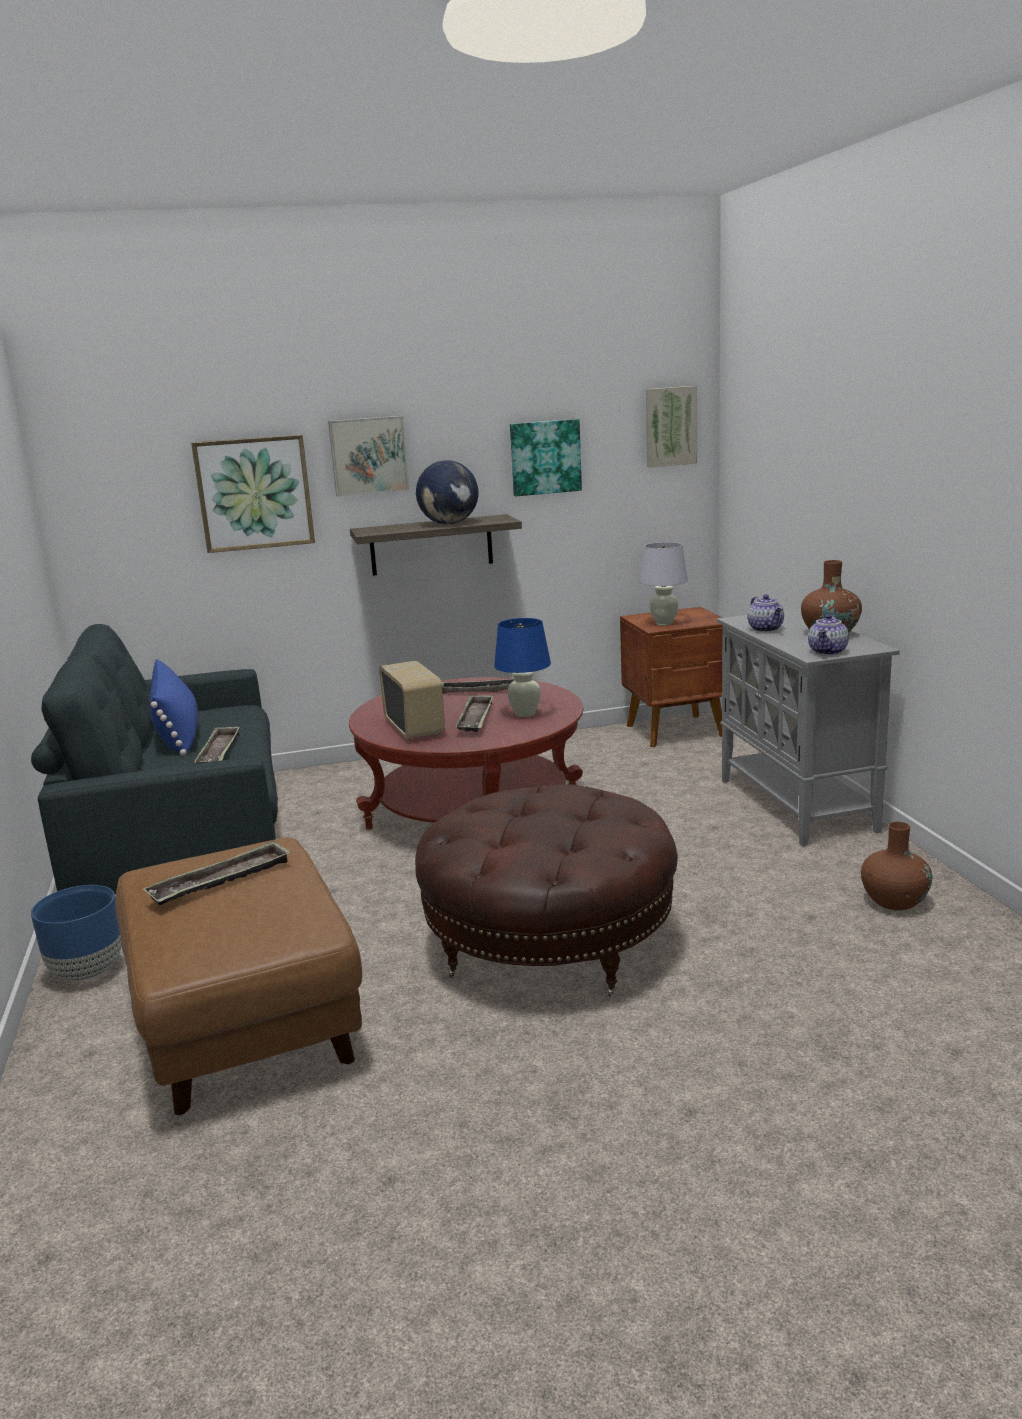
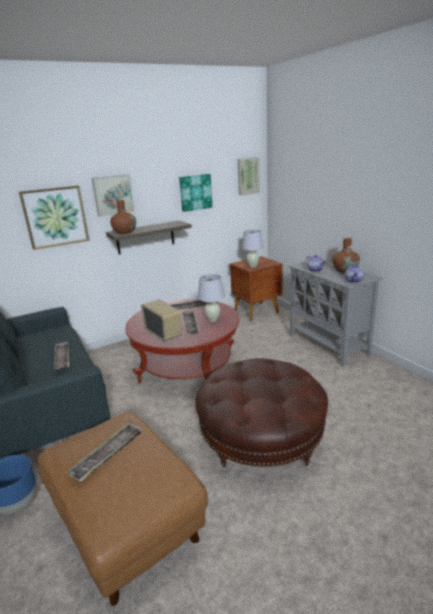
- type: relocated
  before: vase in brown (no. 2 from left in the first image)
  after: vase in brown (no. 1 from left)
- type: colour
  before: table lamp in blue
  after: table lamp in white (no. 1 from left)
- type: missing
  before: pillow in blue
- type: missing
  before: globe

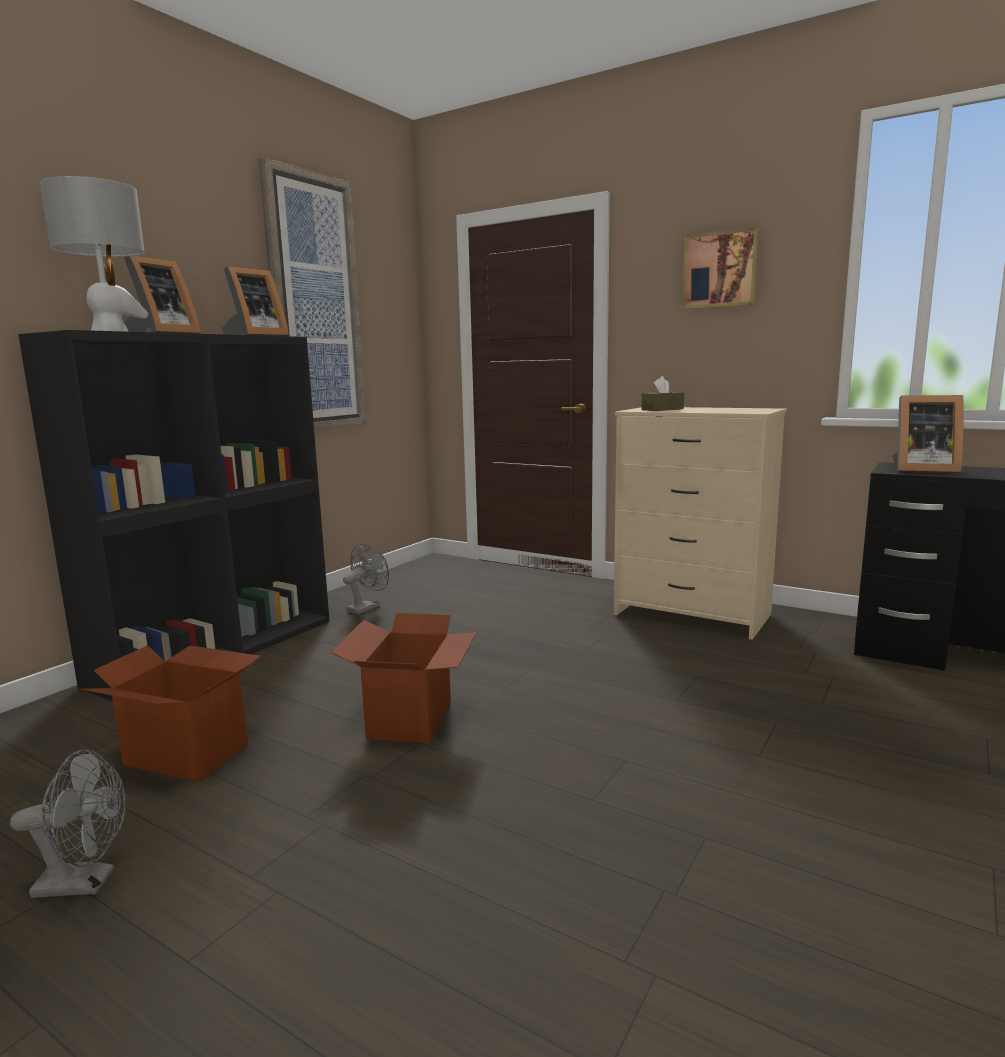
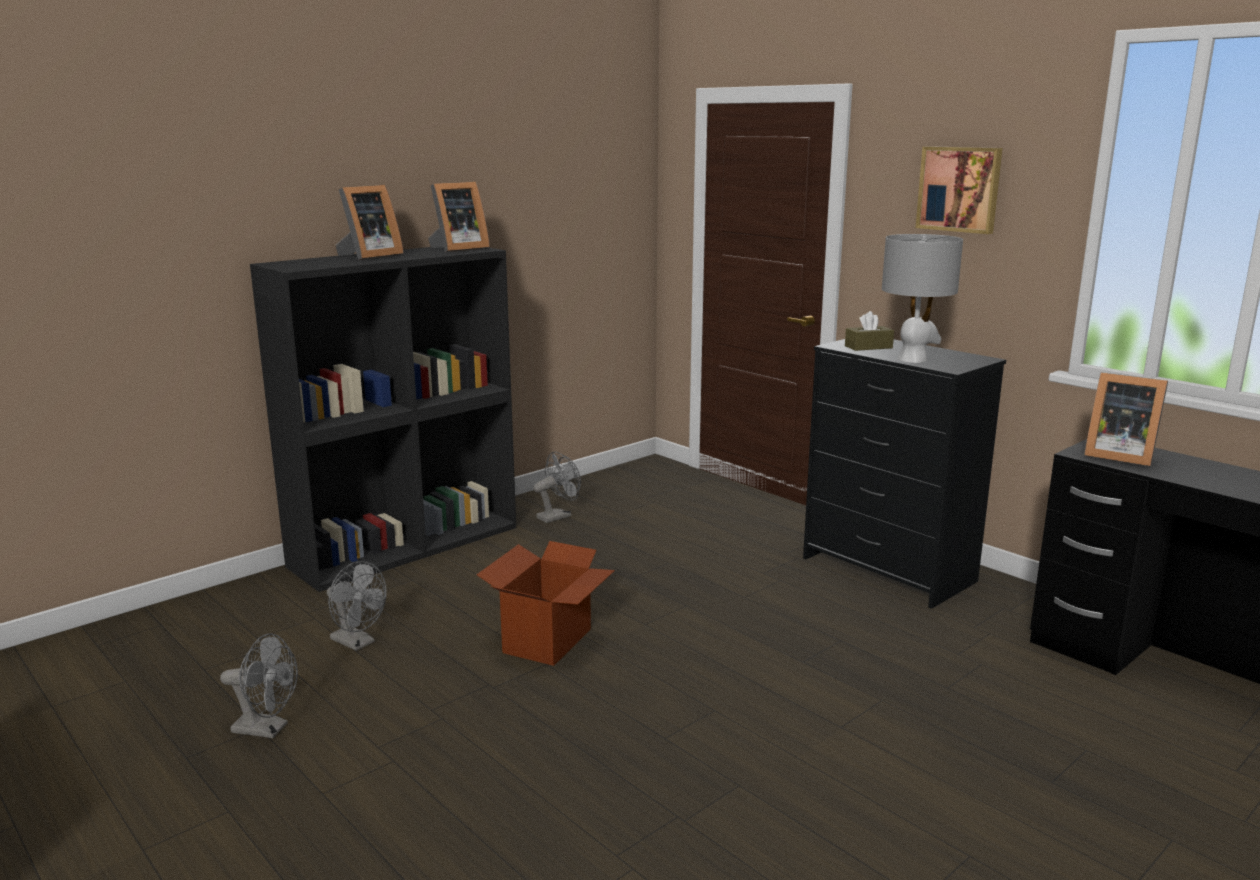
- type: exchanged
  before: cardboard box (no. 1 from left)
  after: fan in grey (no. 2 from left)
- type: colour
  before: dresser in beige
  after: dresser in black
- type: relocated
  before: table lamp in grey
- type: missing
  before: picture (no. 1 from left)

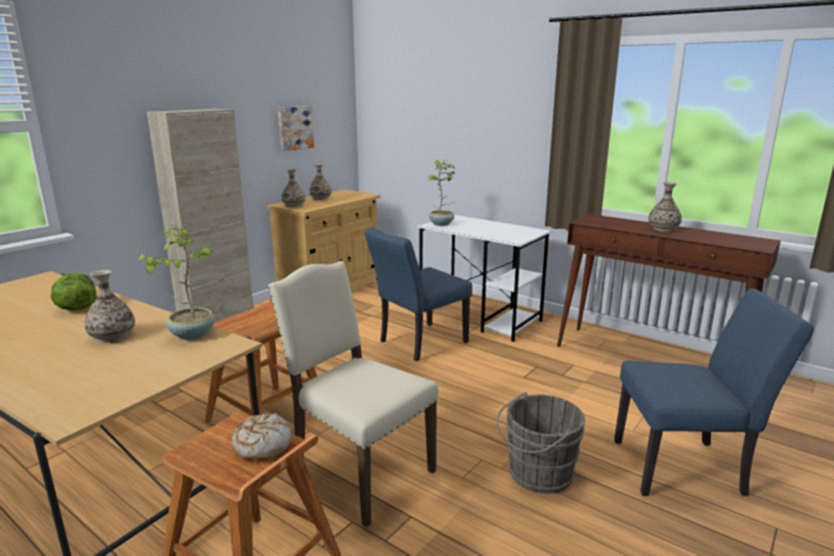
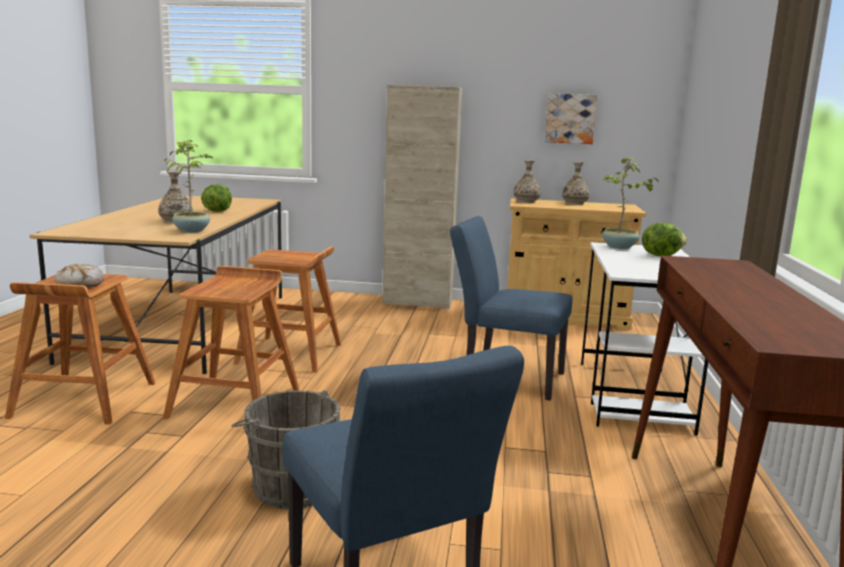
- type: exchanged
  before: chair in beige
  after: stool in brown (no. 2 from left)
- type: appeared
  after: lettuce (no. 2 from left)
- type: missing
  before: vase (no. 4 from left)

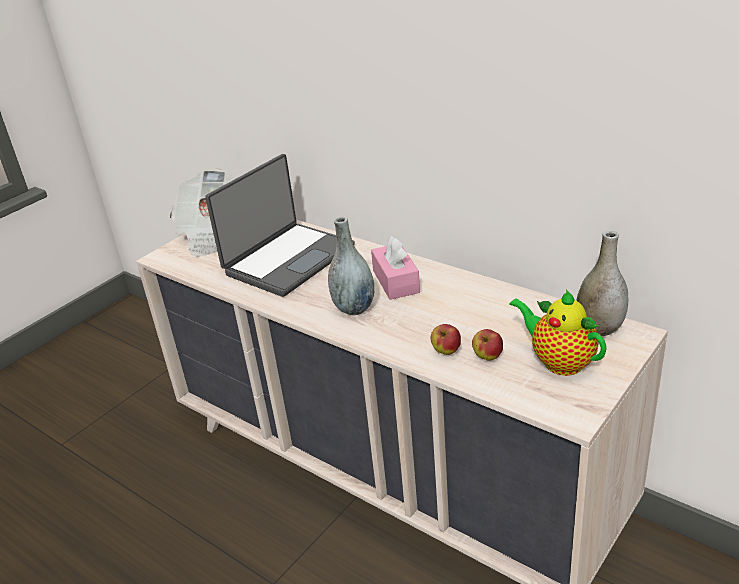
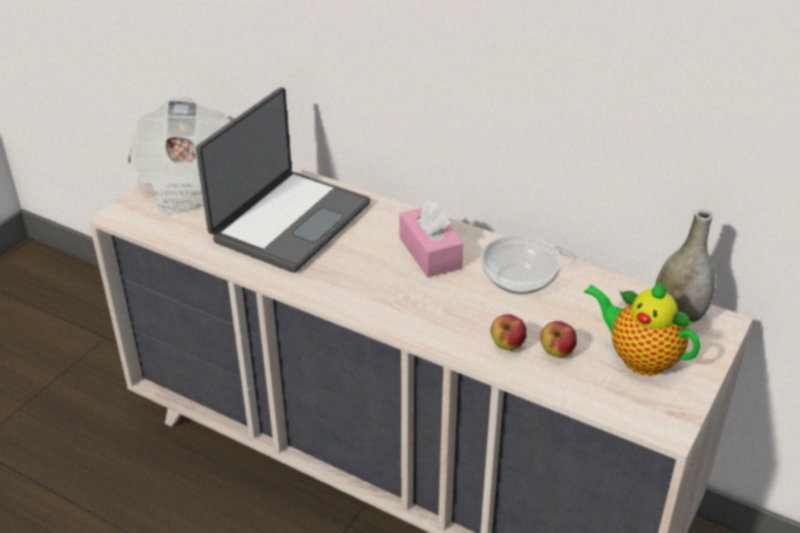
- type: appeared
  after: bowl
- type: missing
  before: vase in grey (no. 1 from left)

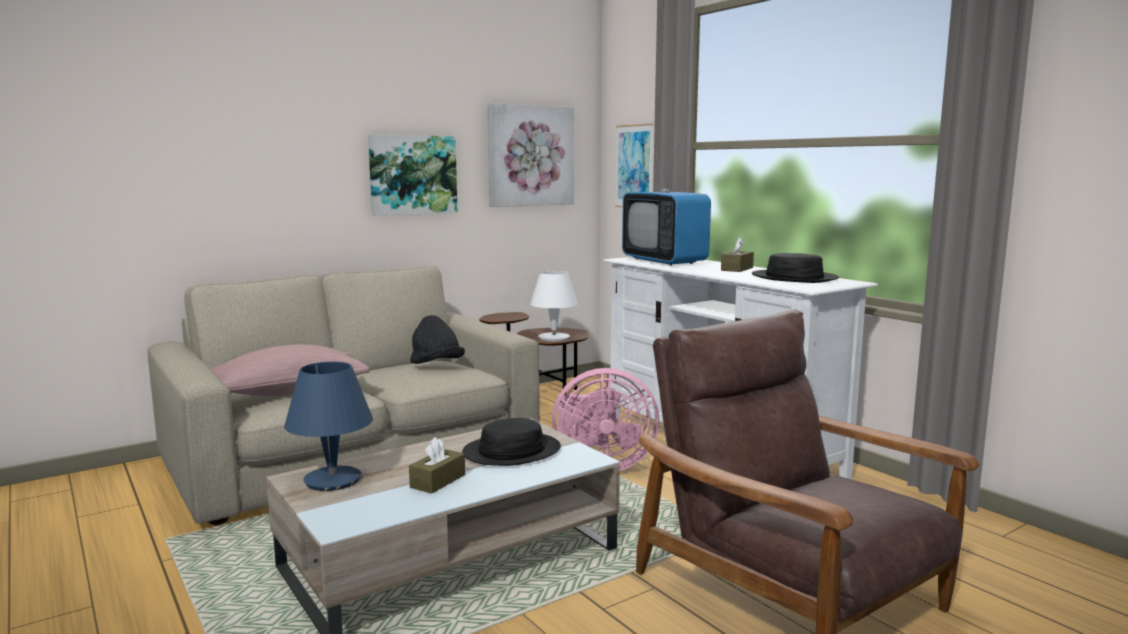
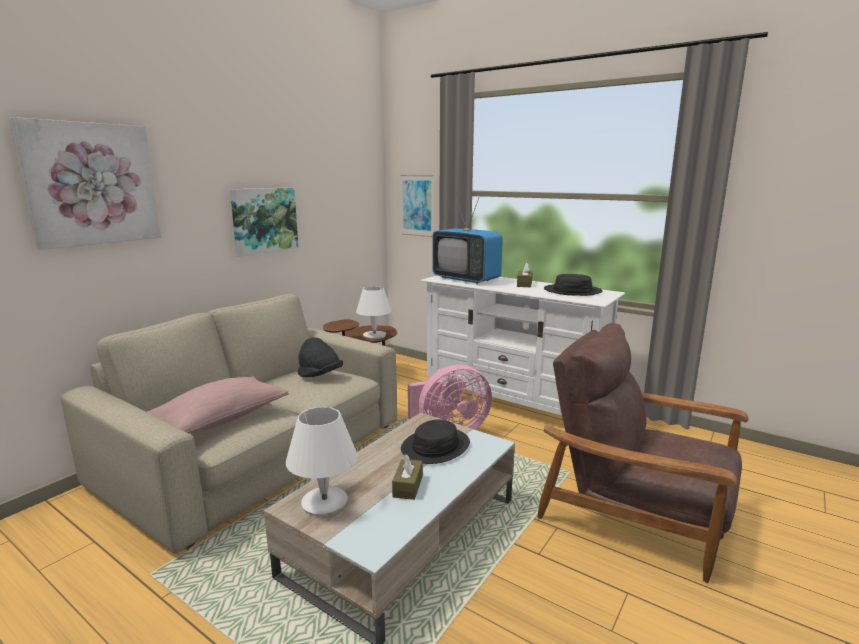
- type: relocated
  before: picture (no. 2 from left in the first image)
  after: picture (no. 1 from left)
- type: colour
  before: table lamp in blue
  after: table lamp in white (no. 1 from left)

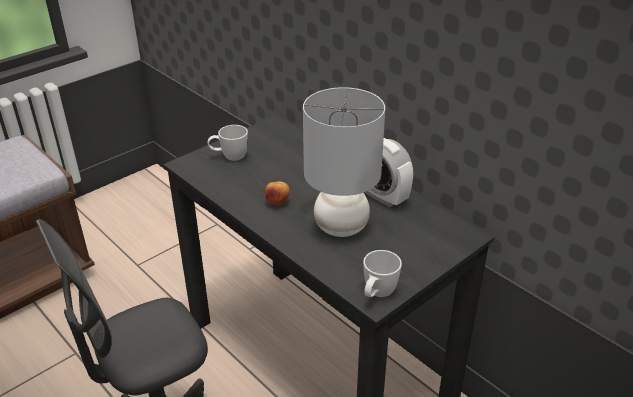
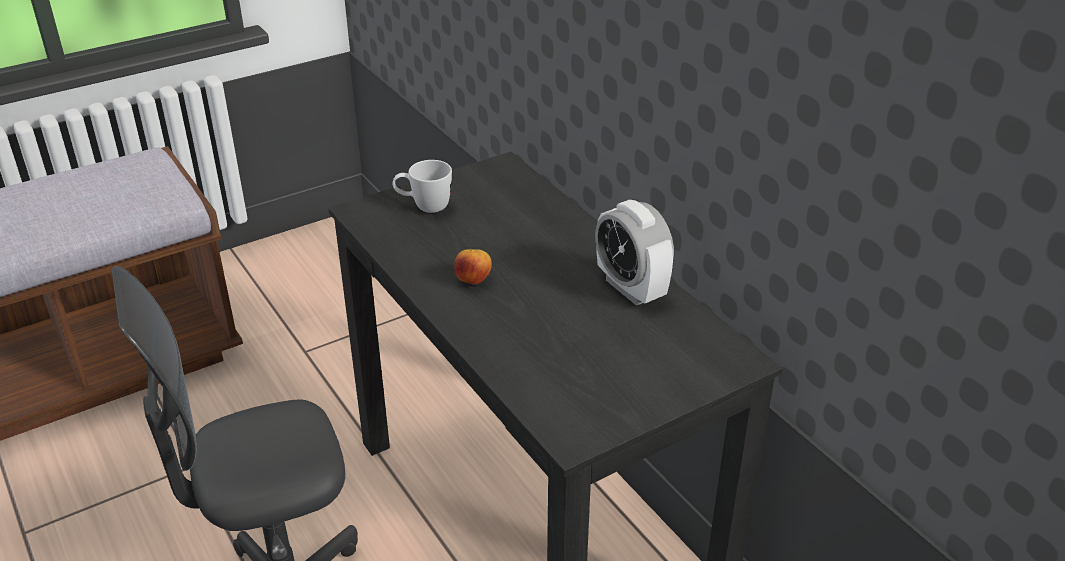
- type: missing
  before: table lamp in grey
- type: missing
  before: mug in white (no. 2 from left)

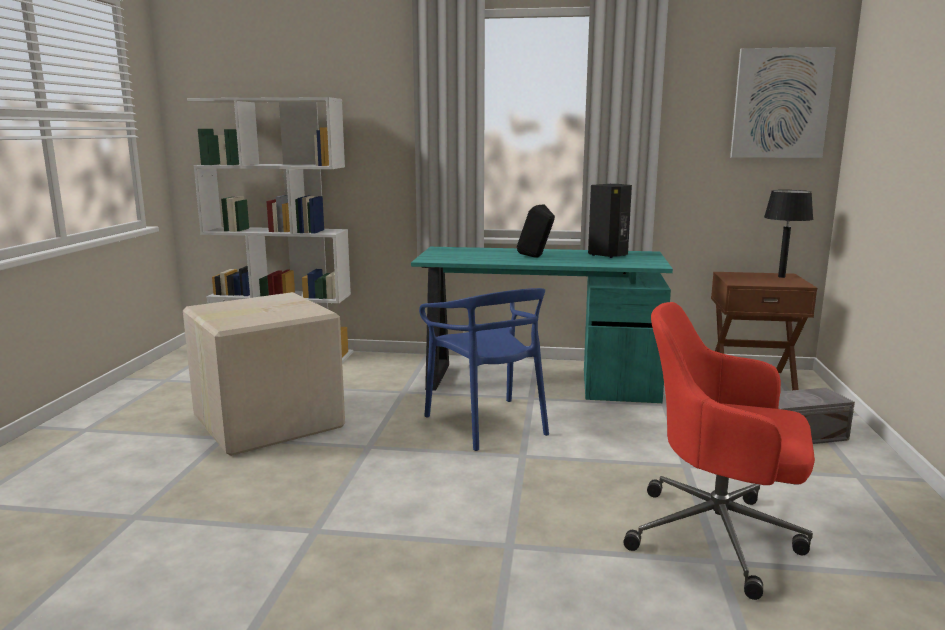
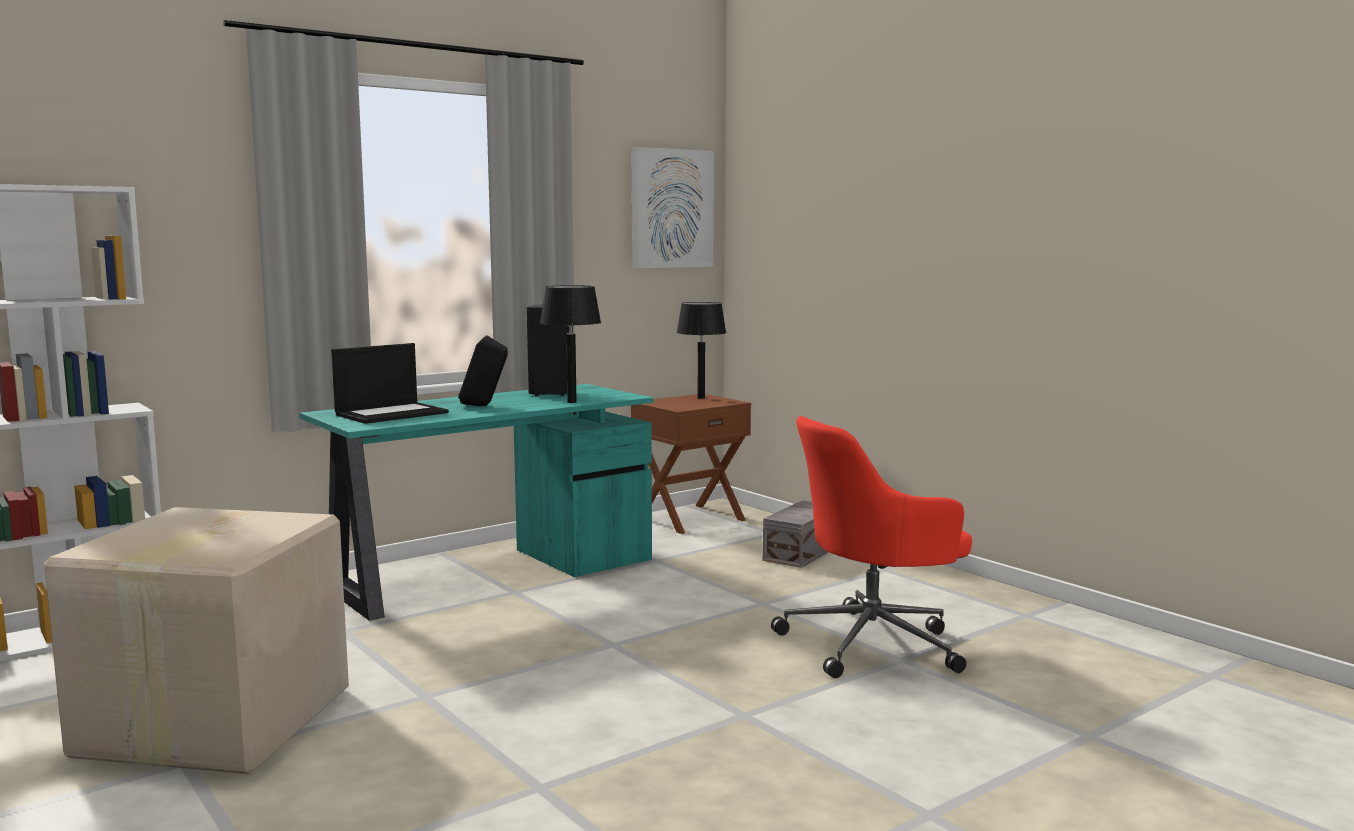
- type: appeared
  after: laptop
- type: appeared
  after: table lamp in black (no. 1 from left)
- type: missing
  before: chair in blue

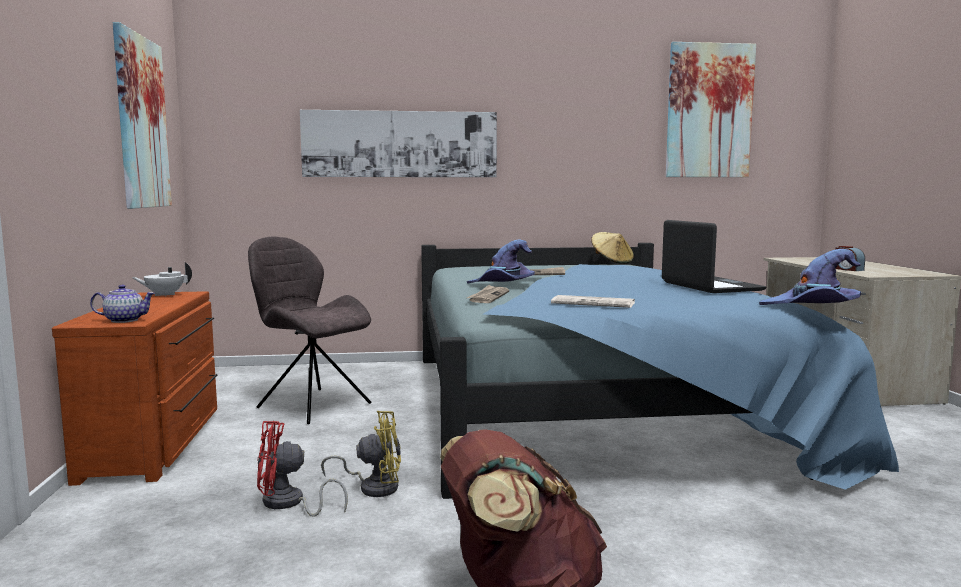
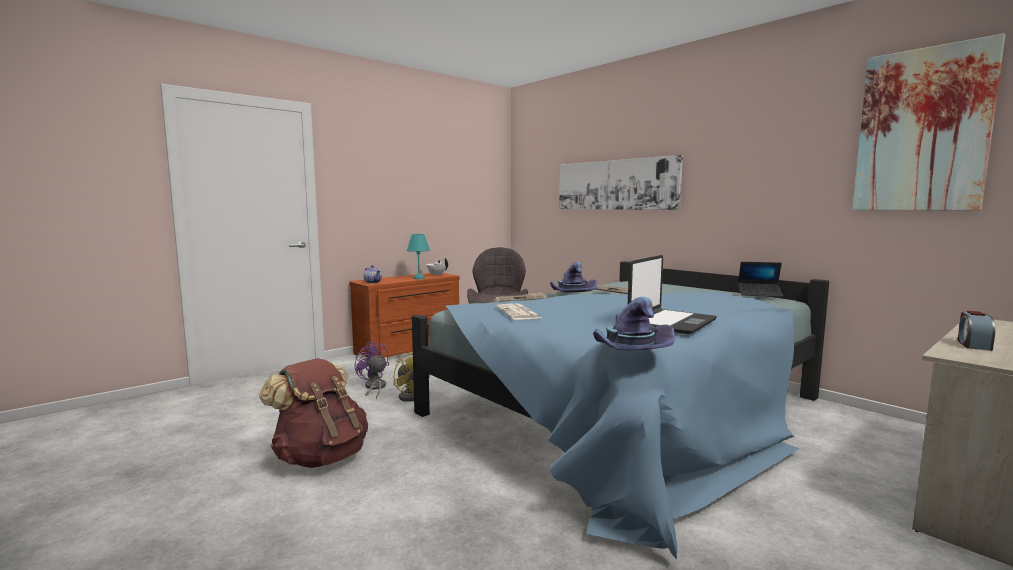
- type: colour
  before: fan in red
  after: fan in purple
- type: appeared
  after: table lamp in turquoise
- type: exchanged
  before: hat in beige
  after: laptop (no. 2 from left)
- type: missing
  before: picture (no. 1 from left)

